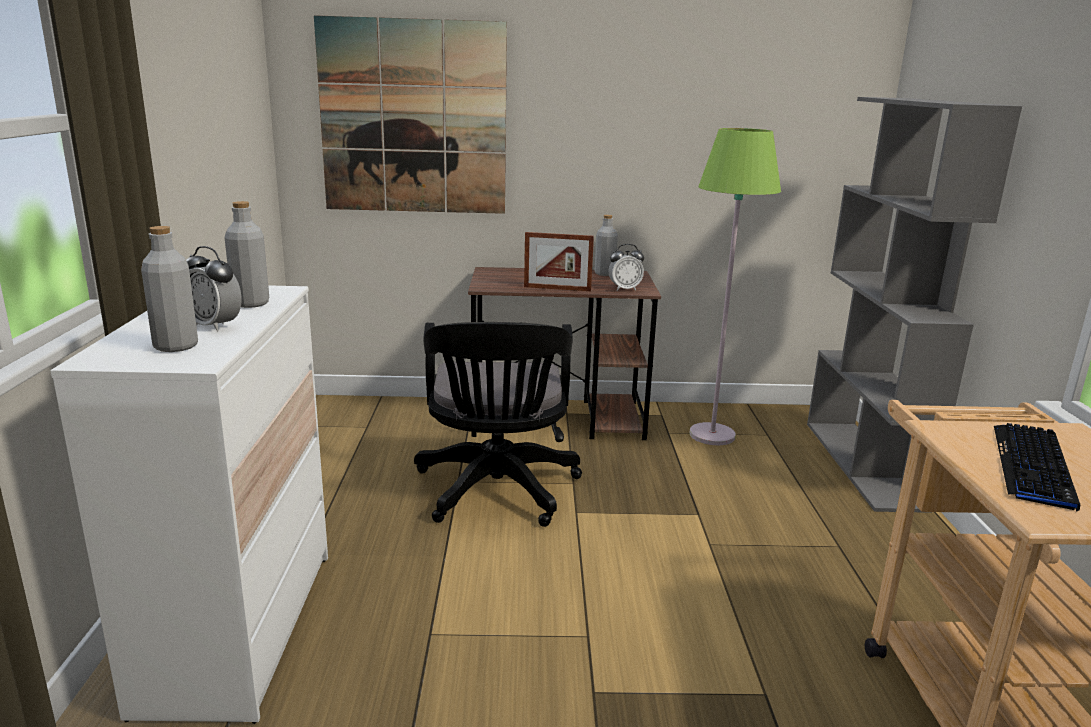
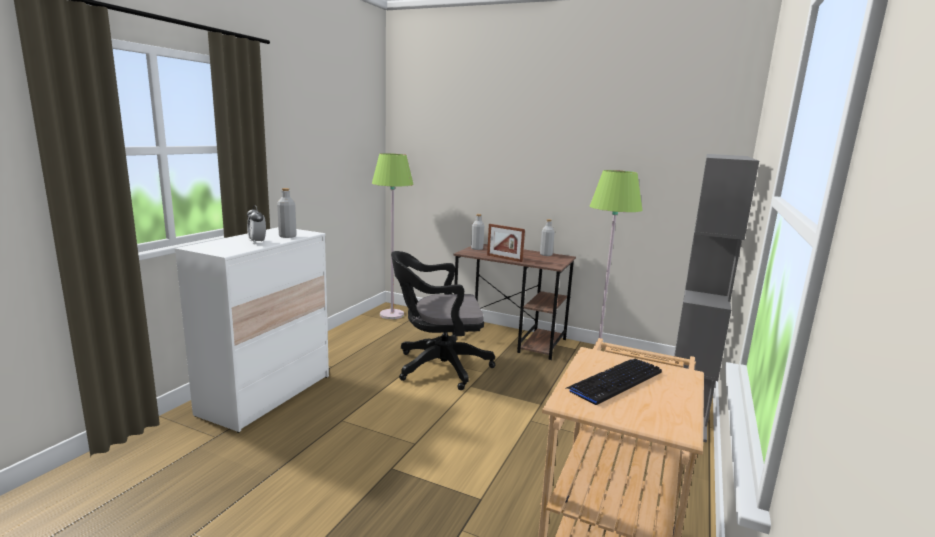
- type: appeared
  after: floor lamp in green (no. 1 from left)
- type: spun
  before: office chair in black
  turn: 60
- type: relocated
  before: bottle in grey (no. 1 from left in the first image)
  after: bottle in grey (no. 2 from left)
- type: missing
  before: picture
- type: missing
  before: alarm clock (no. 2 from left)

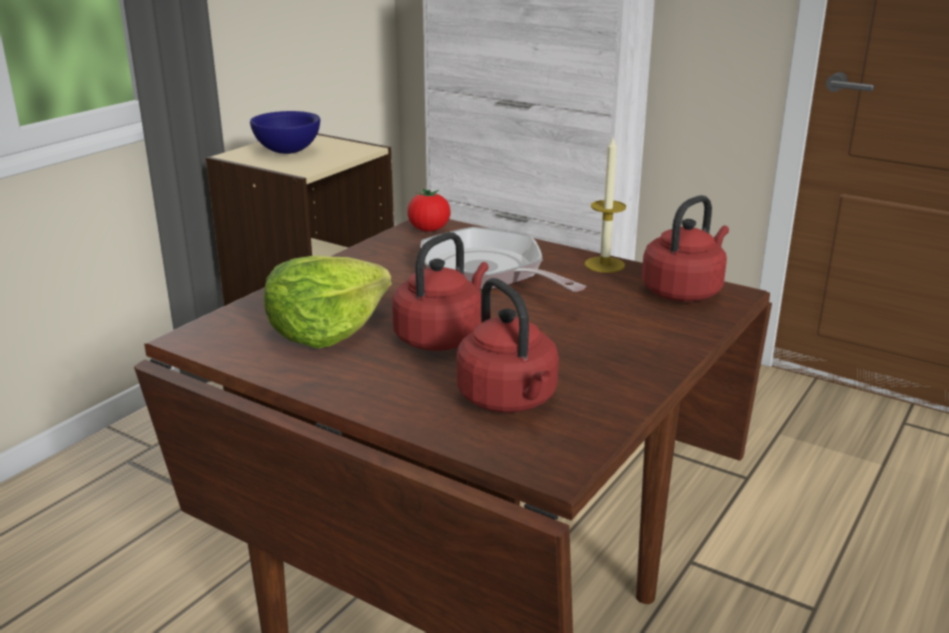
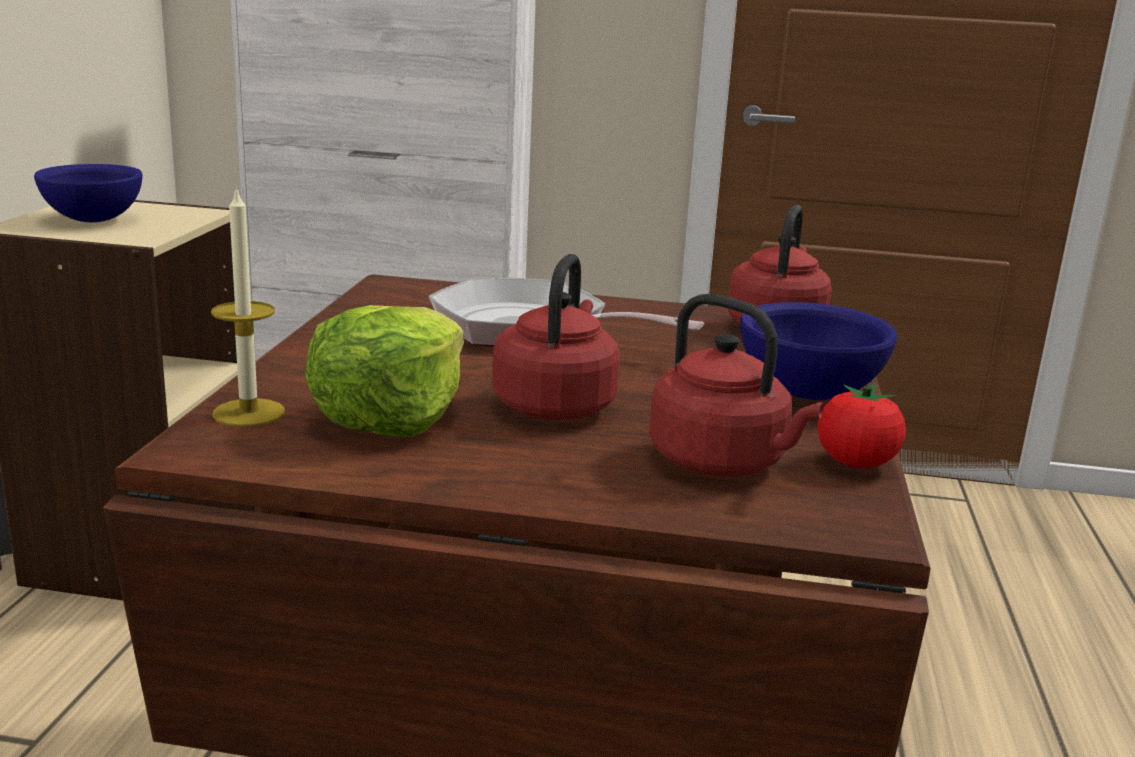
- type: relocated
  before: candle
- type: appeared
  after: bowl in blue (no. 2 from left)
- type: relocated
  before: tomato

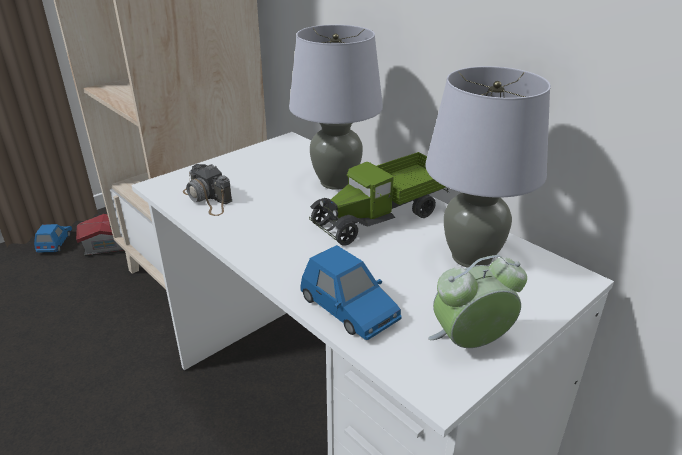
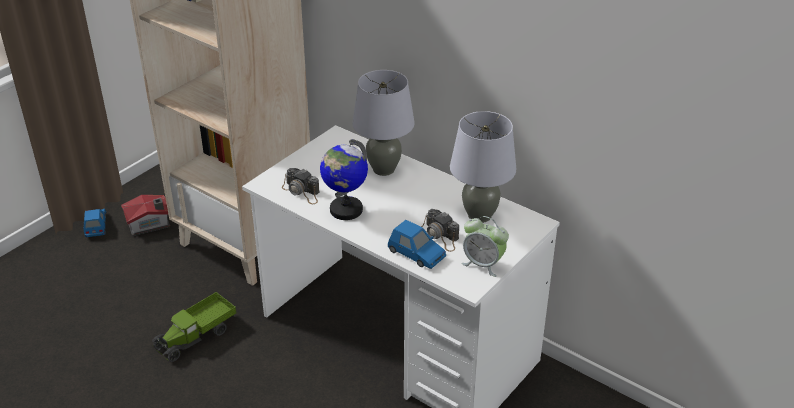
- type: relocated
  before: toy truck
- type: appeared
  after: globe
- type: appeared
  after: photo camera (no. 2 from left)
- type: spun
  before: alarm clock
  turn: -120

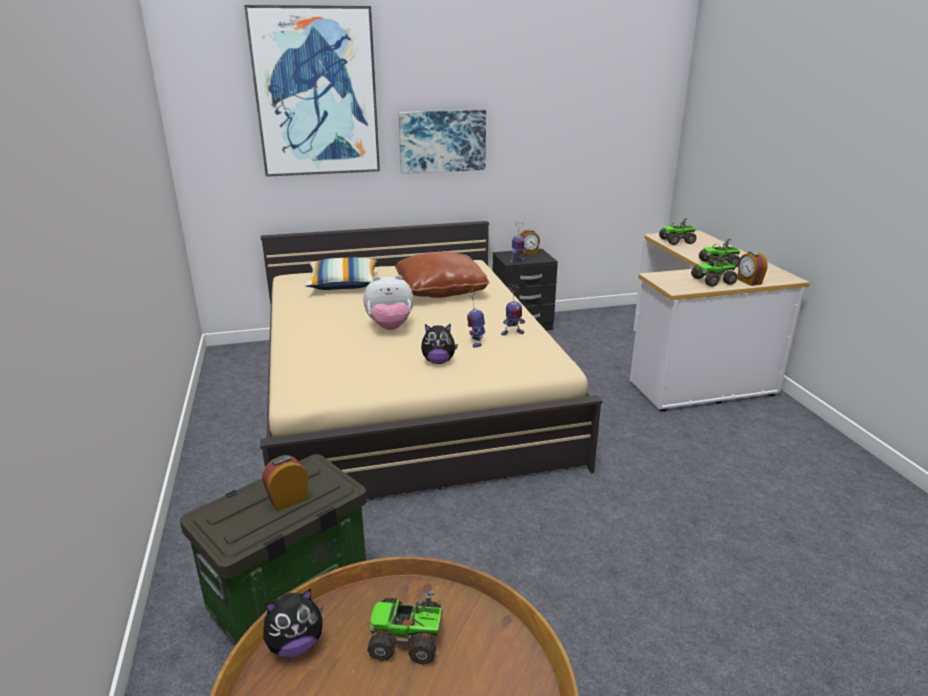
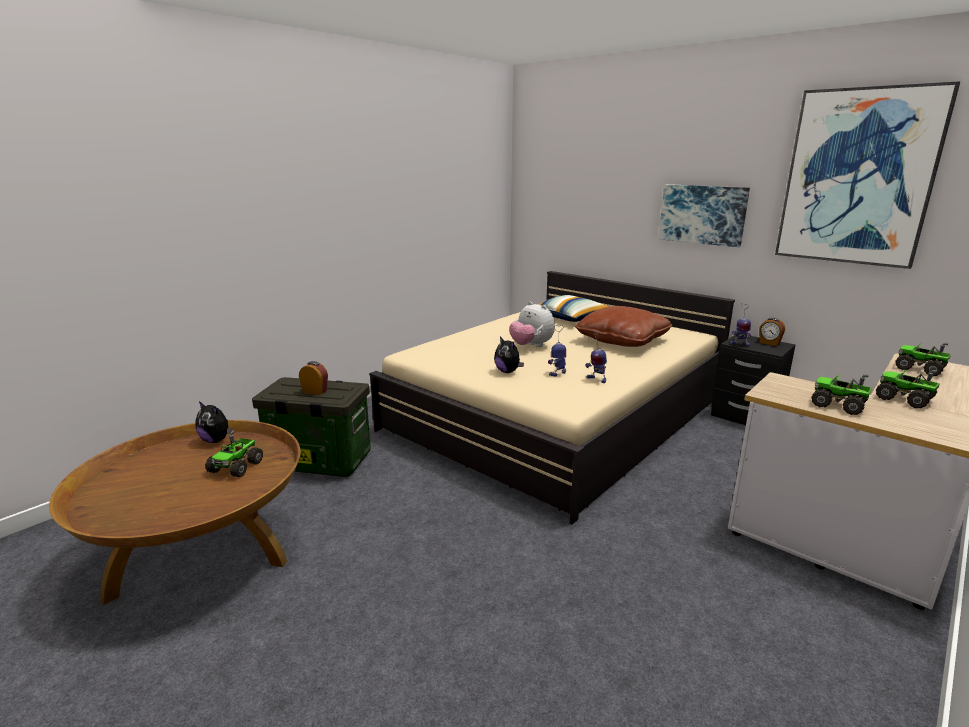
- type: spun
  before: toy truck (no. 1 from left)
  turn: -135
- type: relocated
  before: picture (no. 1 from left in the first image)
  after: picture (no. 2 from left)
- type: missing
  before: alarm clock (no. 3 from left)

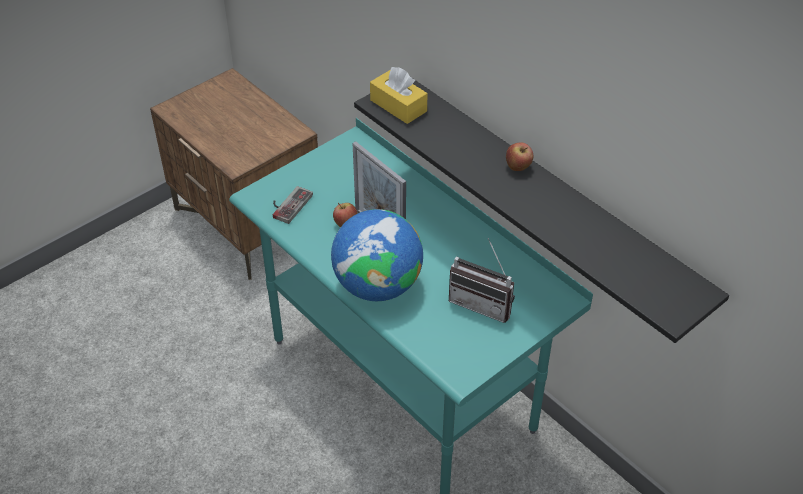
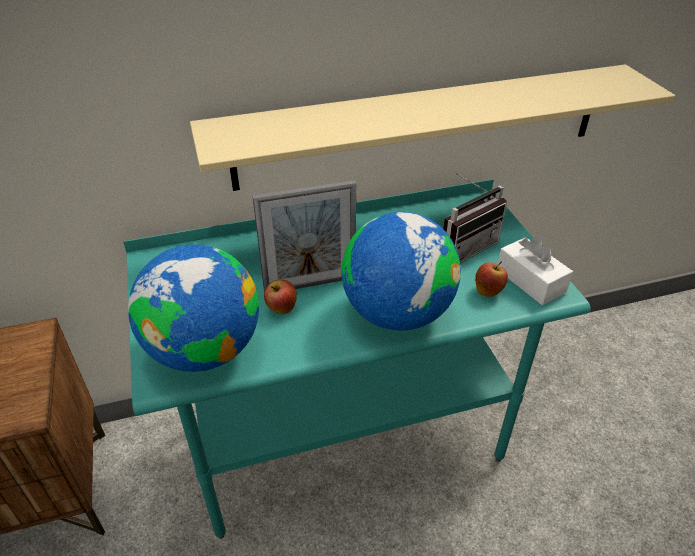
- type: exchanged
  before: game controller
  after: globe (no. 1 from left)
- type: colour
  before: shelf in black
  after: shelf in beige
- type: relocated
  before: apple (no. 2 from left)
- type: appeared
  after: tissue box in white
- type: missing
  before: tissue box in yellow

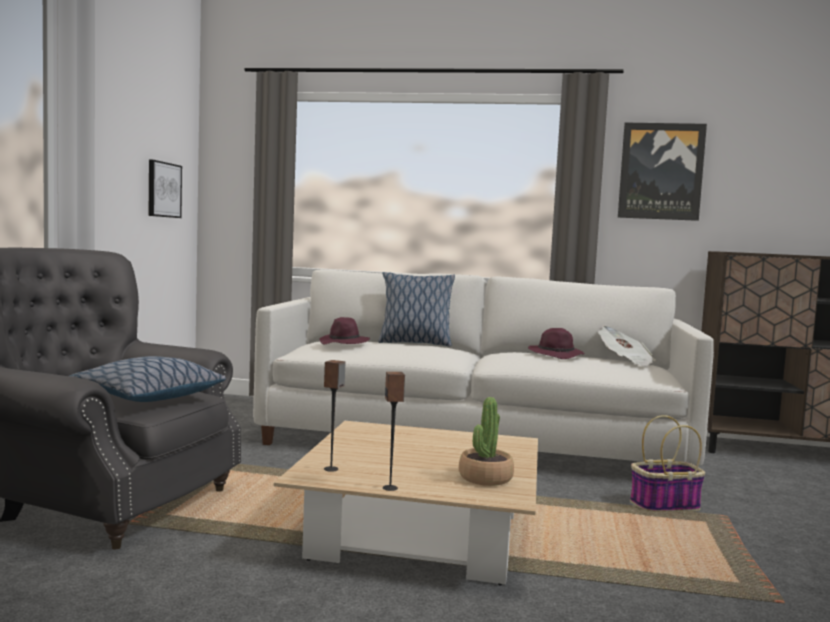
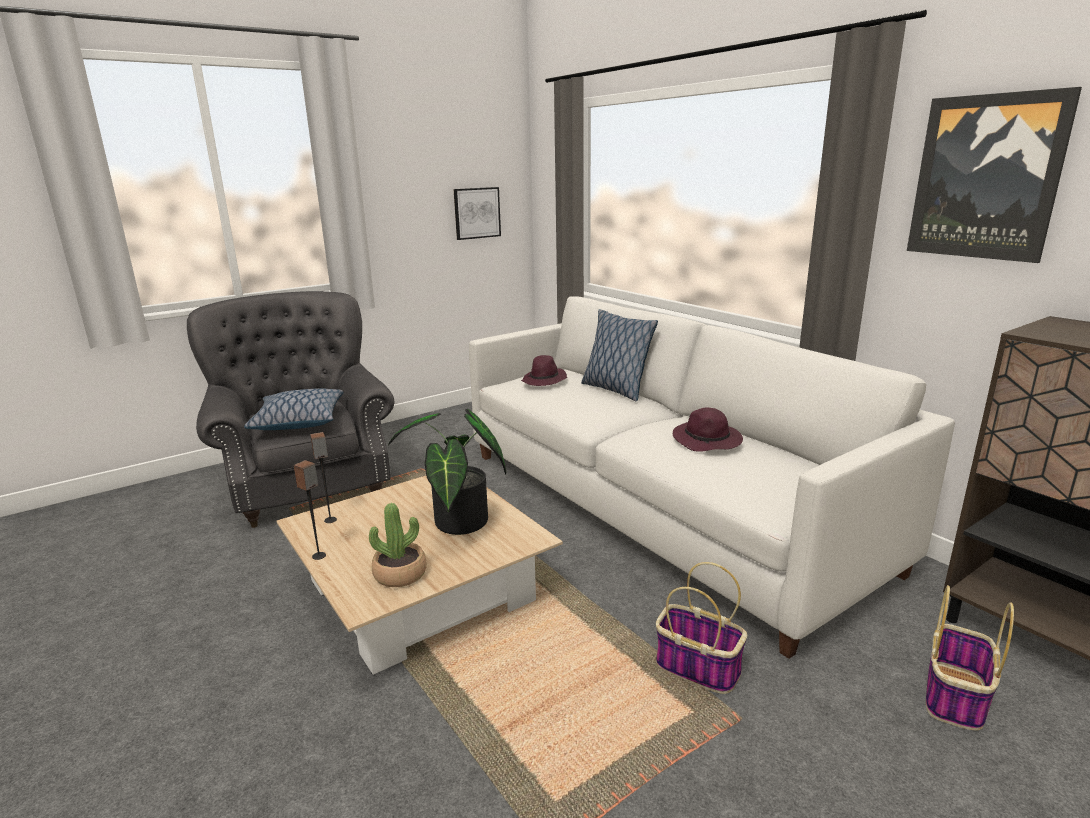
- type: appeared
  after: potted plant (no. 2 from left)
- type: appeared
  after: basket (no. 2 from left)
- type: missing
  before: newspaper

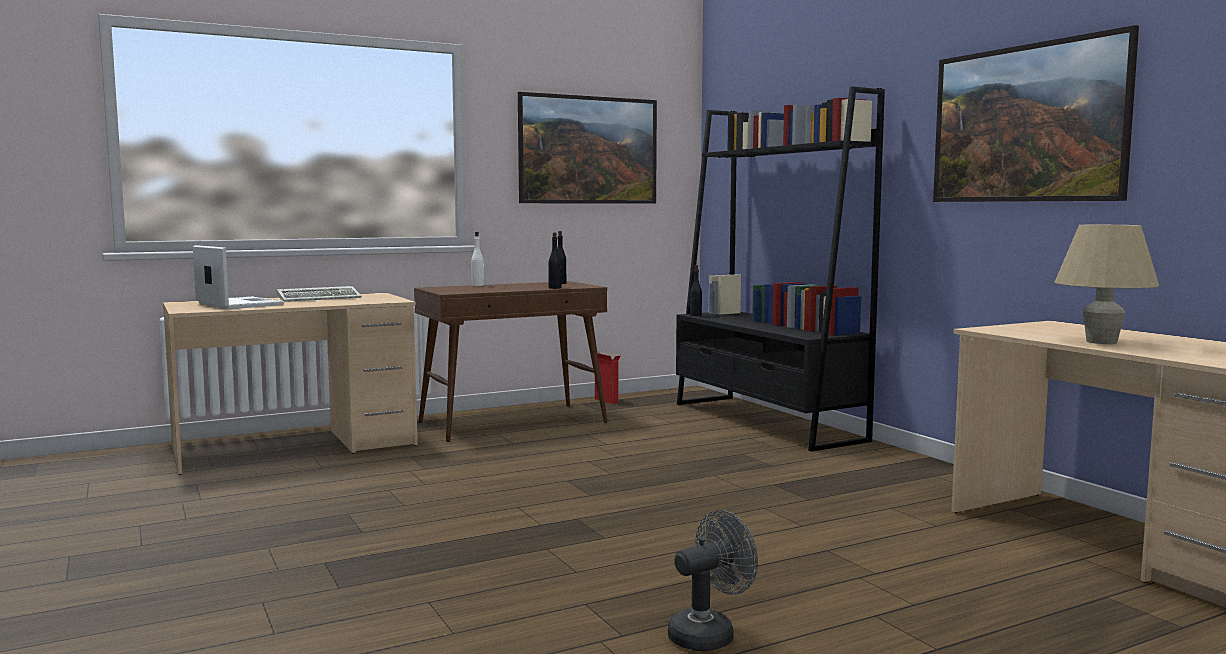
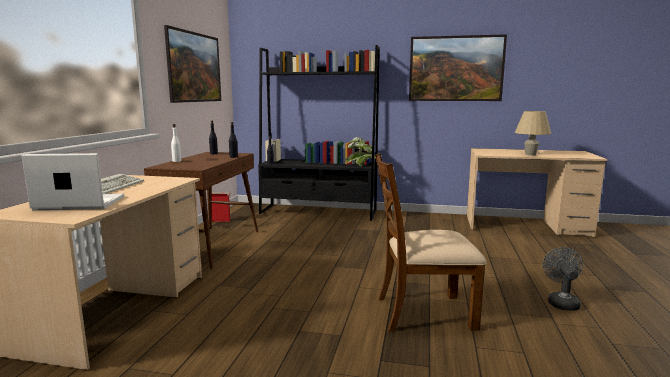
- type: appeared
  after: potted plant
- type: appeared
  after: chair in brown

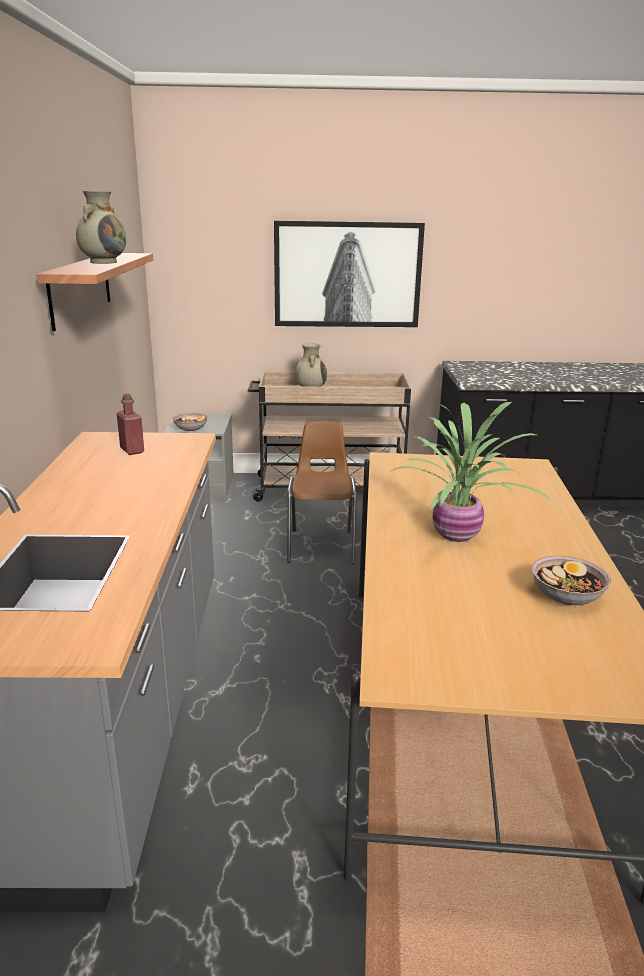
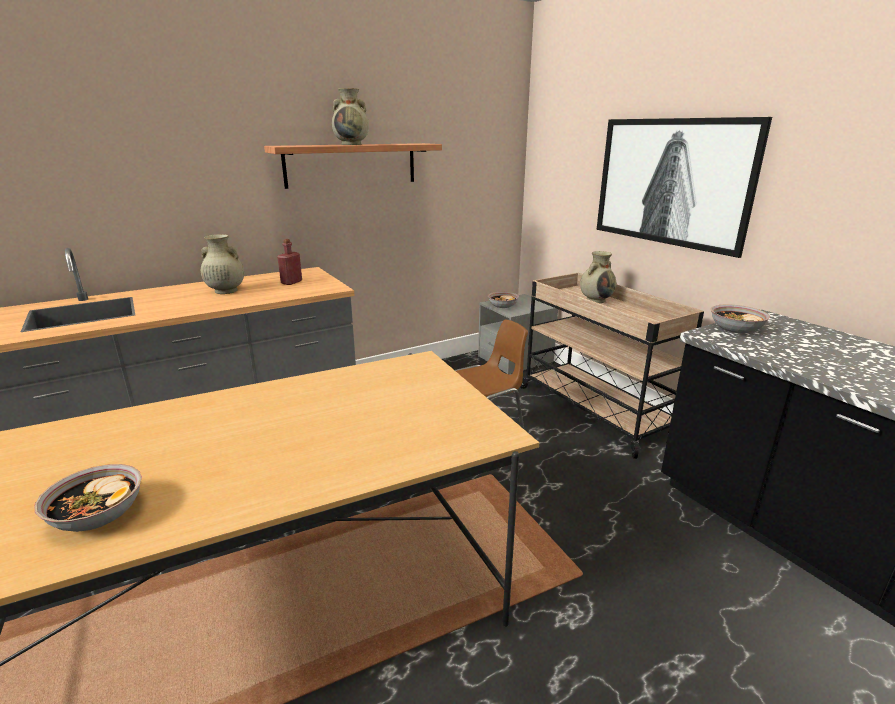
- type: appeared
  after: vase in beige (no. 1 from left)
- type: appeared
  after: bowl (no. 3 from left)
- type: missing
  before: potted plant

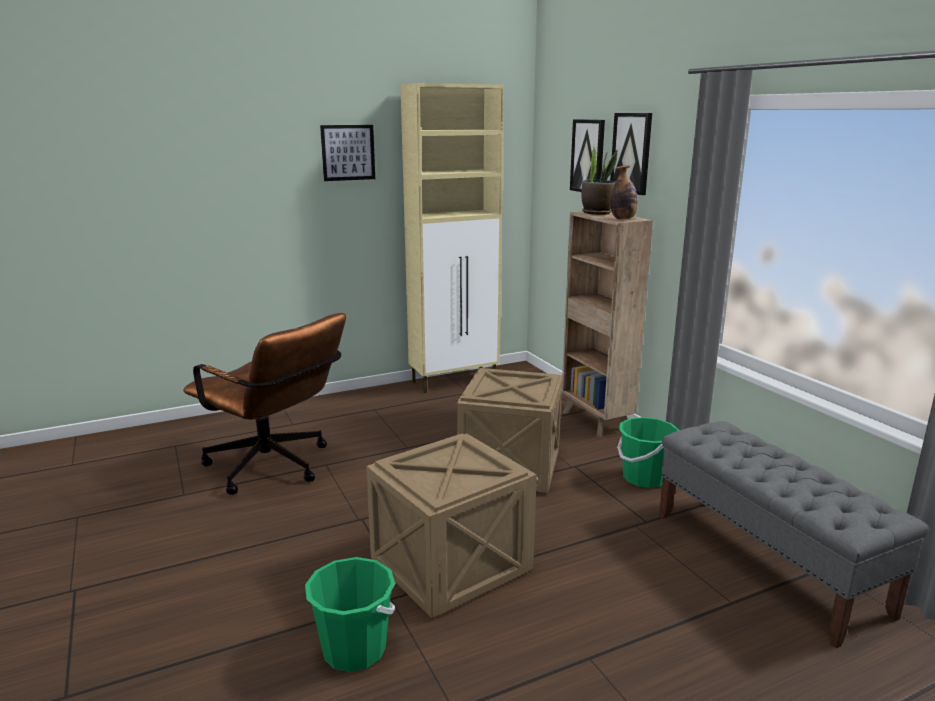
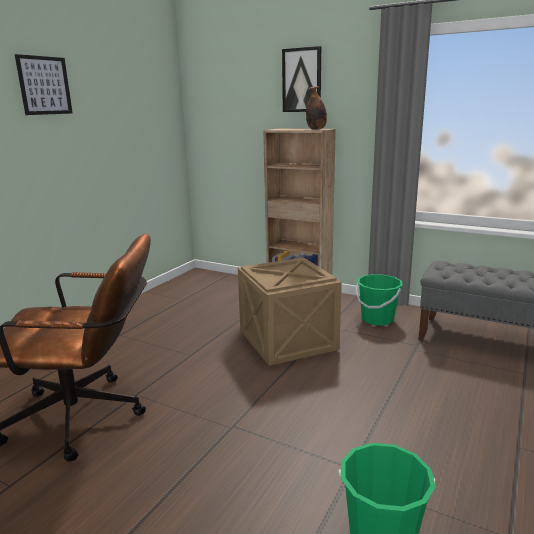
- type: missing
  before: crate (no. 1 from left)
- type: missing
  before: cabinet in beige
- type: missing
  before: picture (no. 2 from left)
- type: missing
  before: potted plant

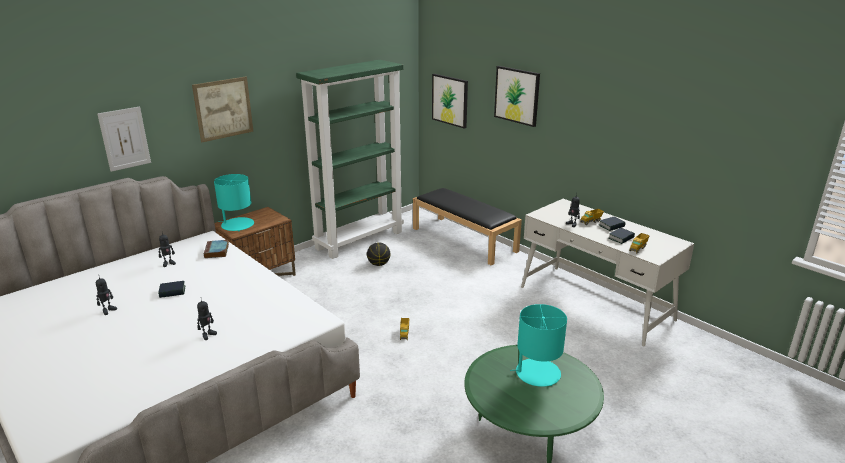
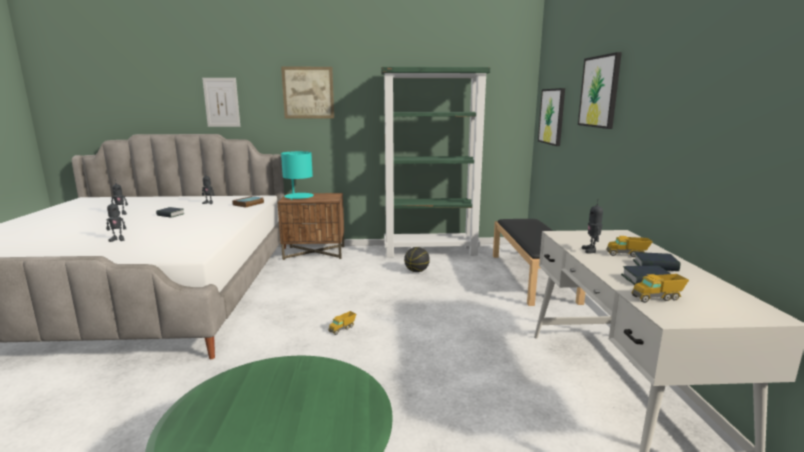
- type: missing
  before: table lamp in turquoise (no. 2 from left)

